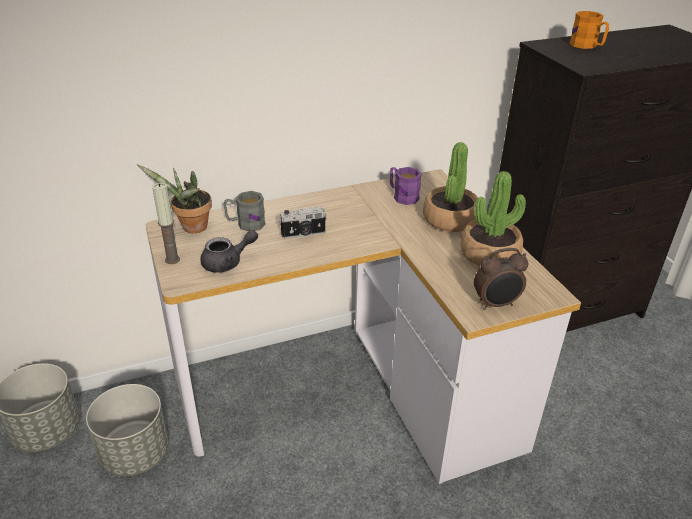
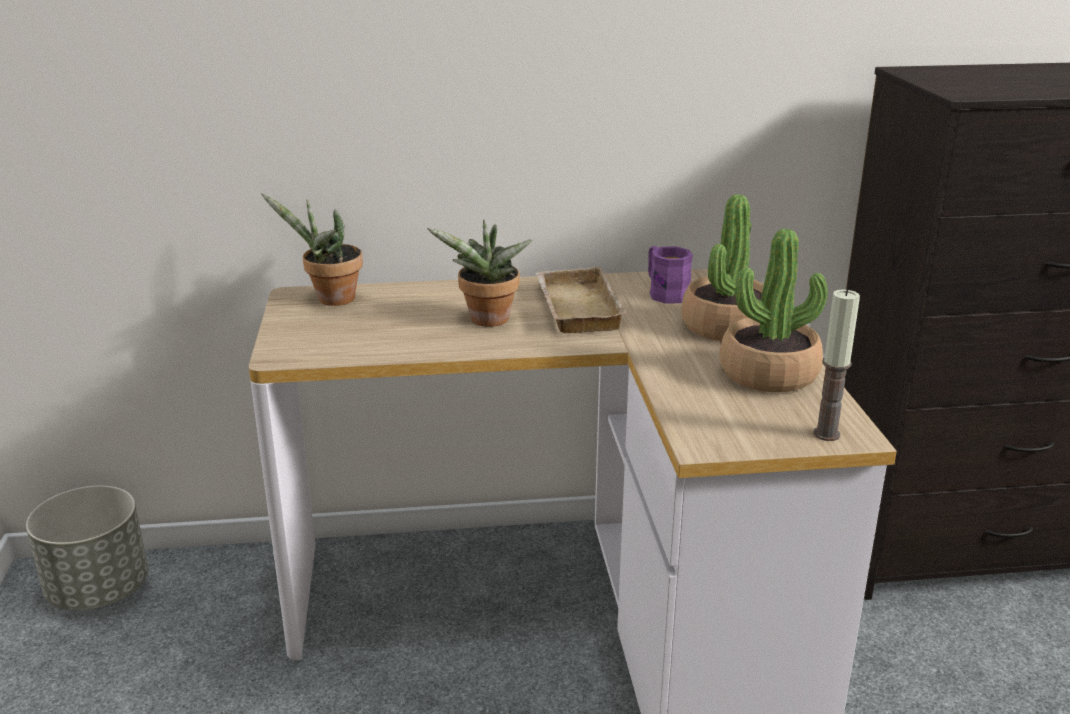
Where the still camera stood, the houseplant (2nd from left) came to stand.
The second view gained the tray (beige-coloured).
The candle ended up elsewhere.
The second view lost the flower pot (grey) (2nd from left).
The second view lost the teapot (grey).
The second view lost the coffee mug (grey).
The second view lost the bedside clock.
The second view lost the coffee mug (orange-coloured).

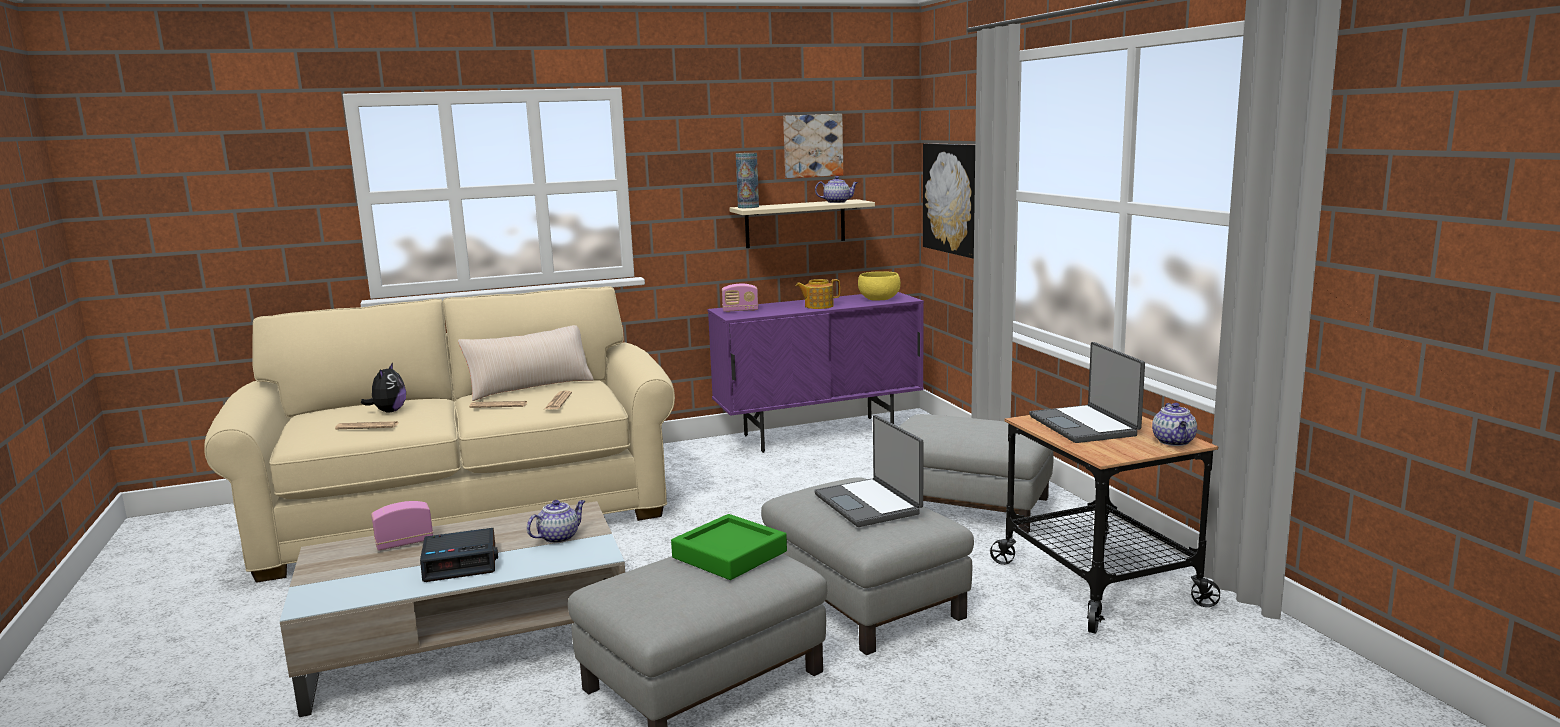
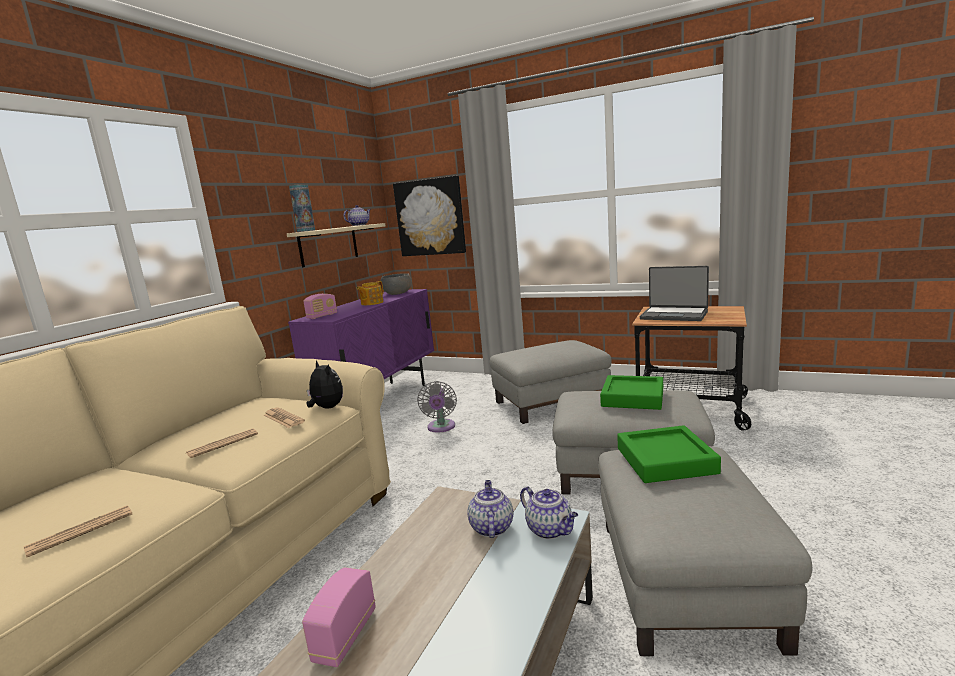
The cuddly toy ended up elsewhere.
What was the bowl (yellow) turned into the bowl (grey).
The second view gained the electric fan (grey).
The teapot (4th from left) ended up elsewhere.
Where the laptop (1st from left) stood, the tray (greenish) (1st from left) came to stand.
The second view lost the bedside clock.
The second view lost the cushion (beige-coloured).
The second view lost the picture (1st from left).

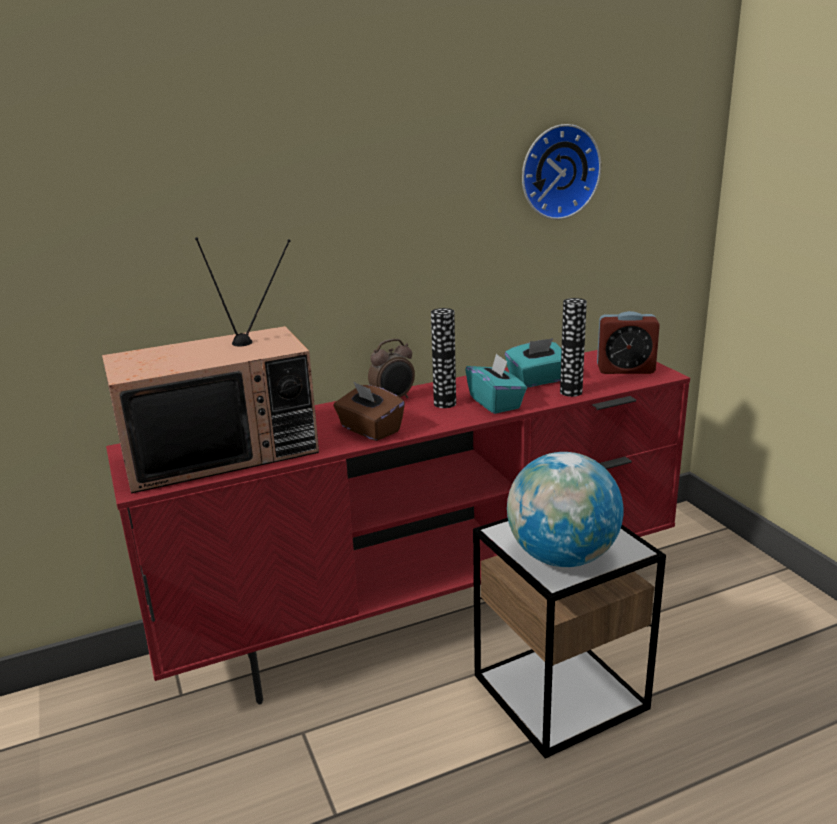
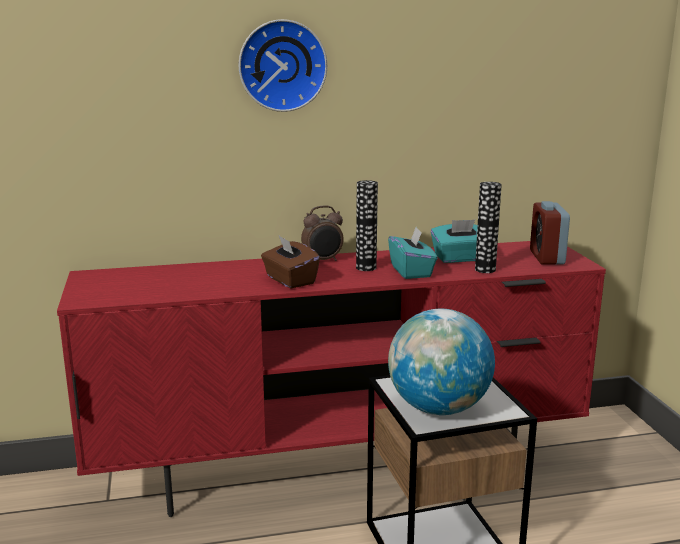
The wall clock ended up elsewhere.
The bedside clock (2nd from left) ended up facing another way, 75 degrees clockwise from before.
The second view lost the TV.

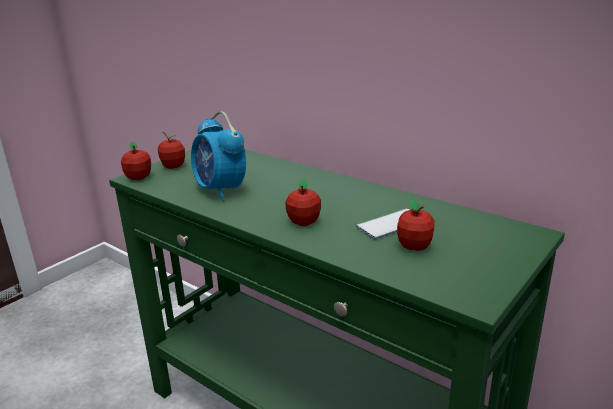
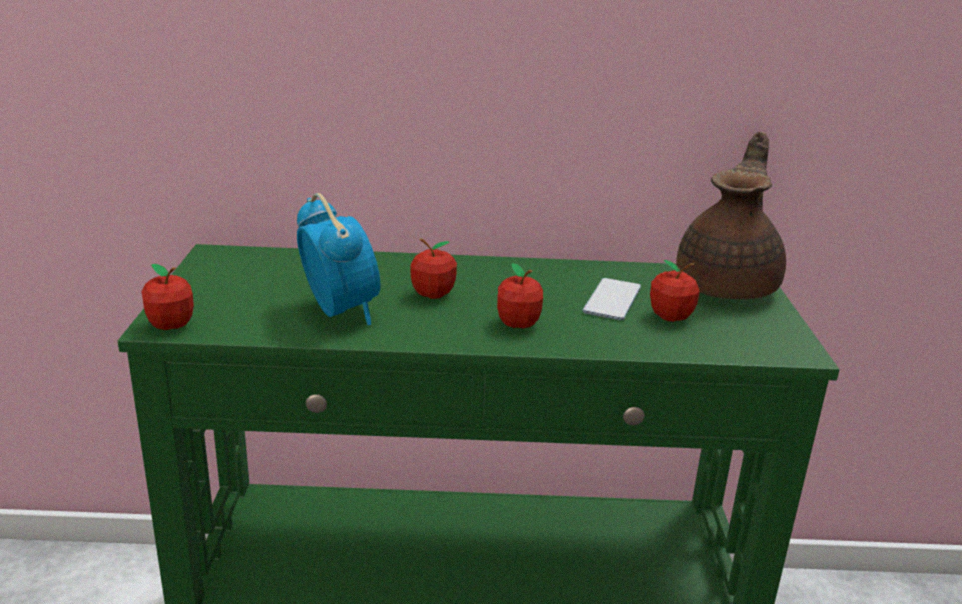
The bedside clock ended up facing another way, 135 degrees counterclockwise from before.
The apple (2nd from left) ended up elsewhere.
The second view gained the teapot (brownish).

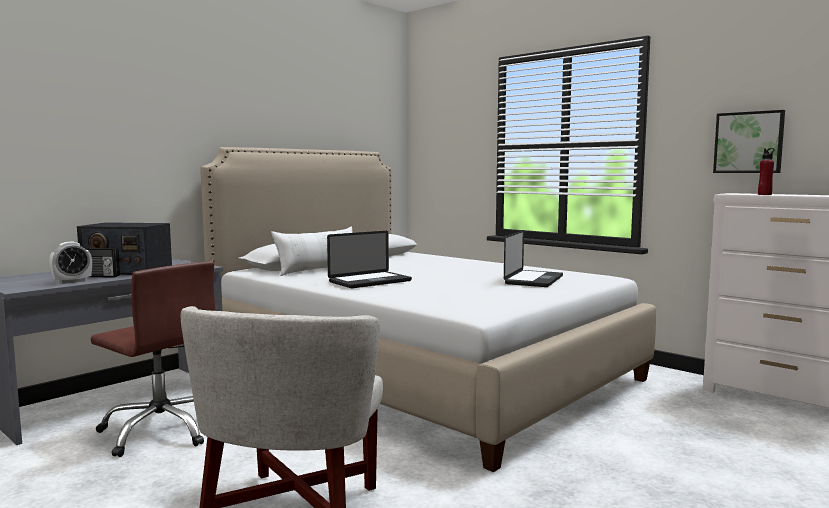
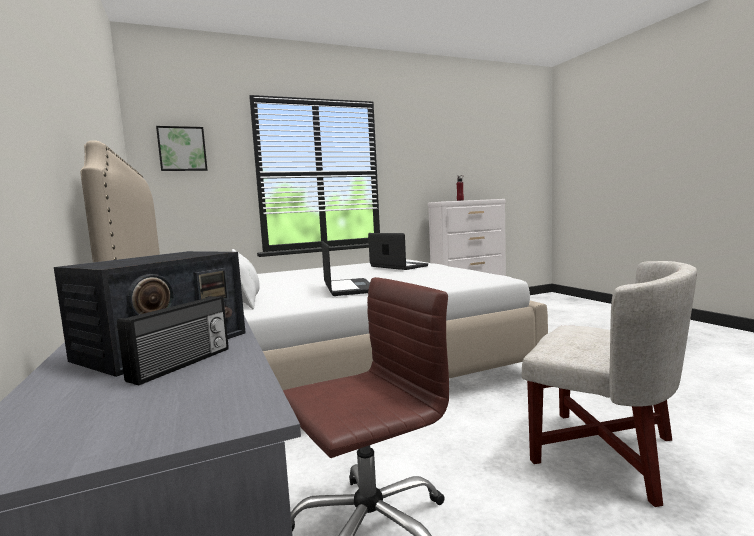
The picture ended up elsewhere.
The second view lost the bedside clock.

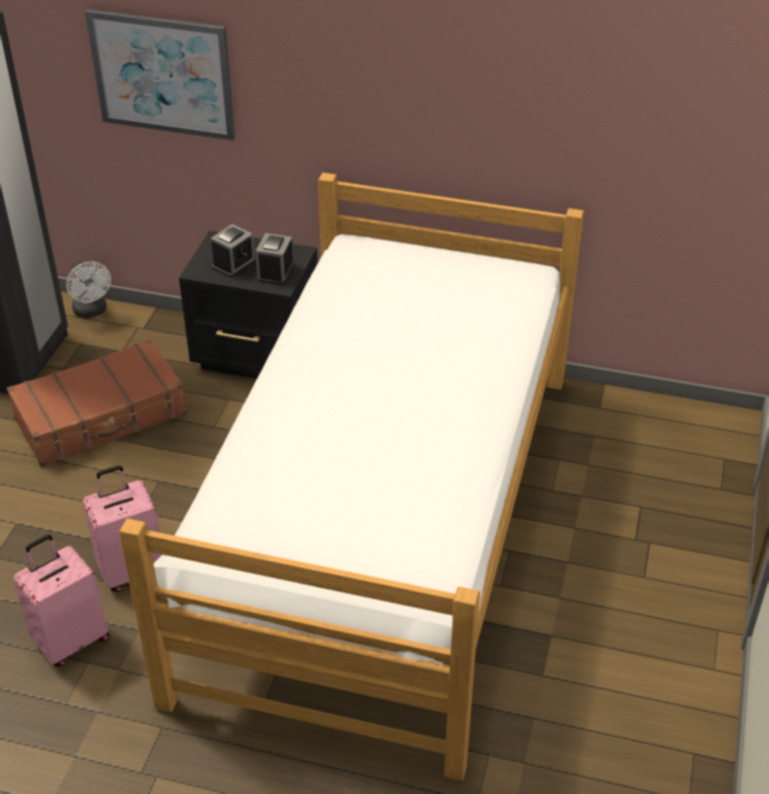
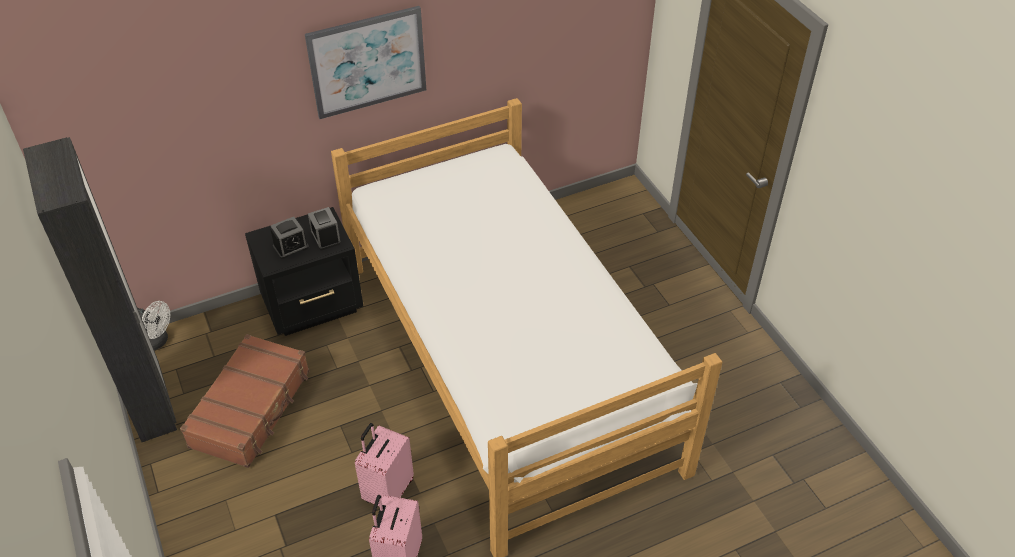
The bedside clock (1st from left) ended up facing another way, 60 degrees clockwise from before.
The picture ended up elsewhere.

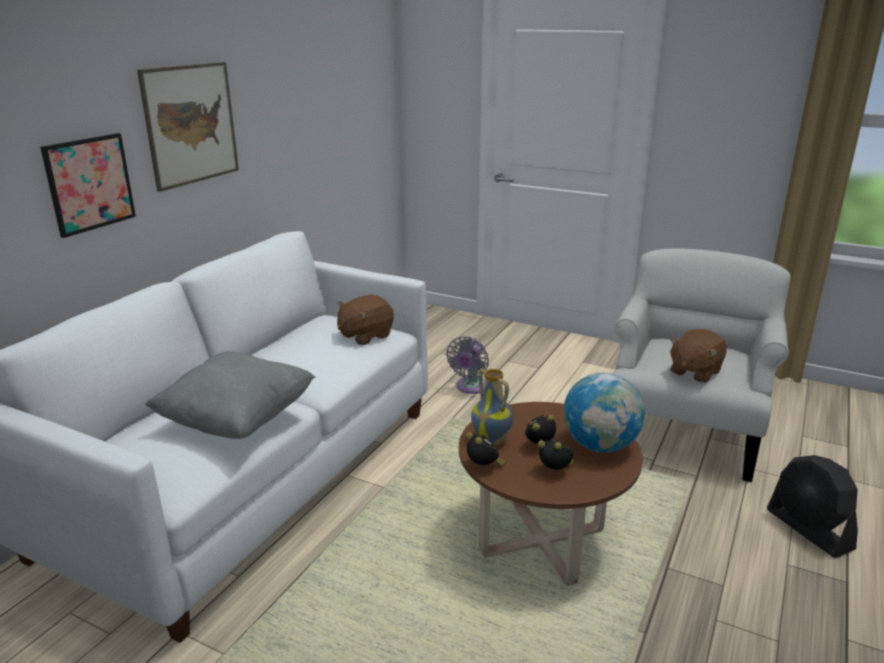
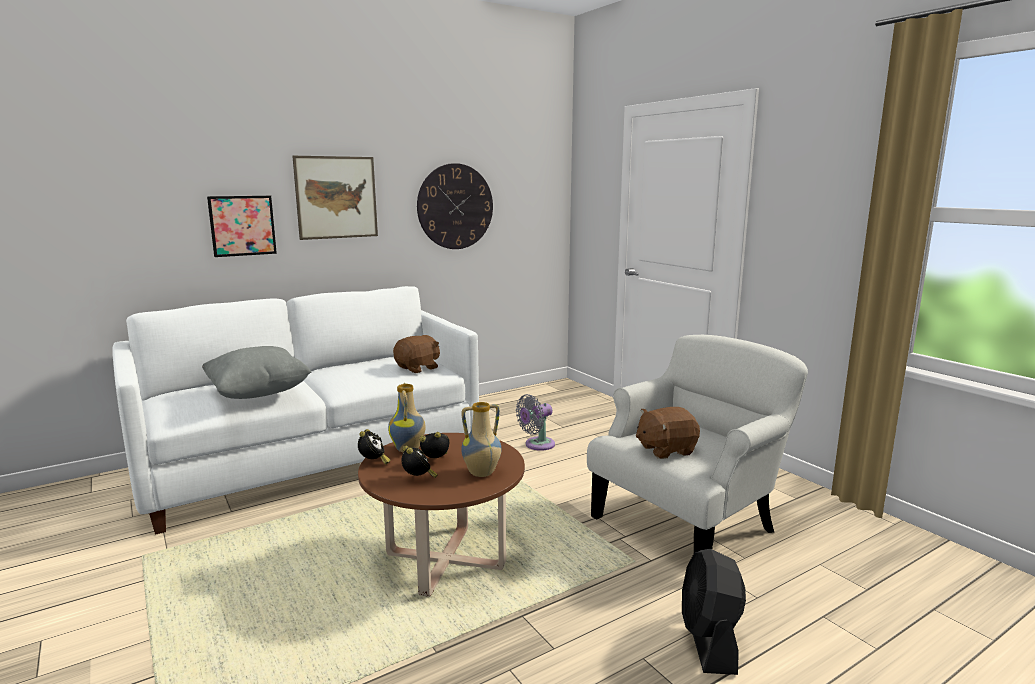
The cuddly toy (brownish) (1st from left) ended up facing another way, 150 degrees clockwise from before.
The second view gained the wall clock.
Where the desk globe stood, the decorative vase (2nd from left) came to stand.

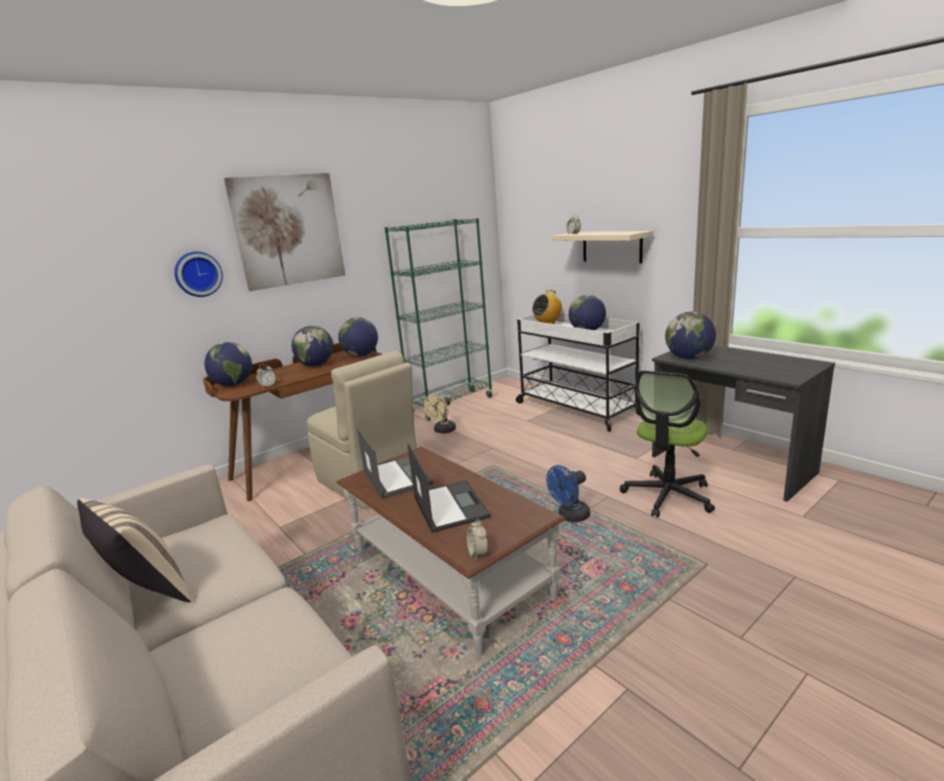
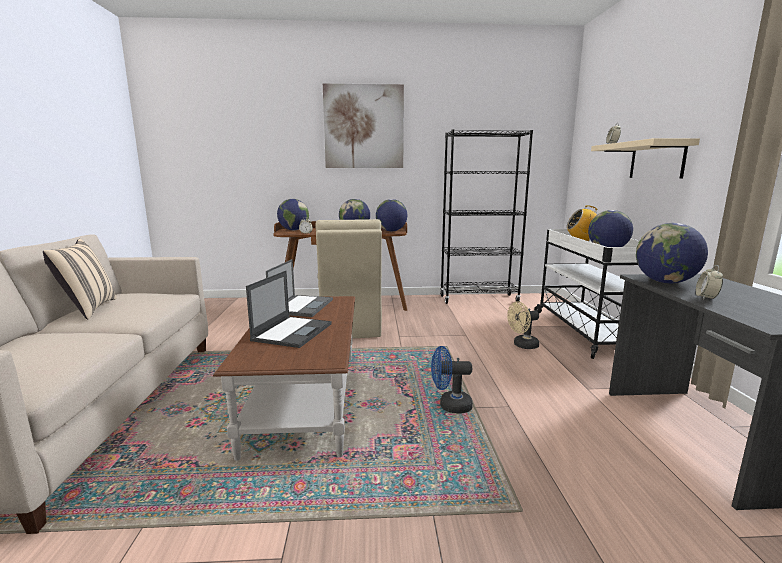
What was the shelving unit (greenish) turned into the shelving unit (blackish).
The electric fan (beige-coloured) ended up elsewhere.
The bedside clock (2nd from left in the first image) ended up elsewhere.
The second view lost the wall clock.
The second view lost the office chair.

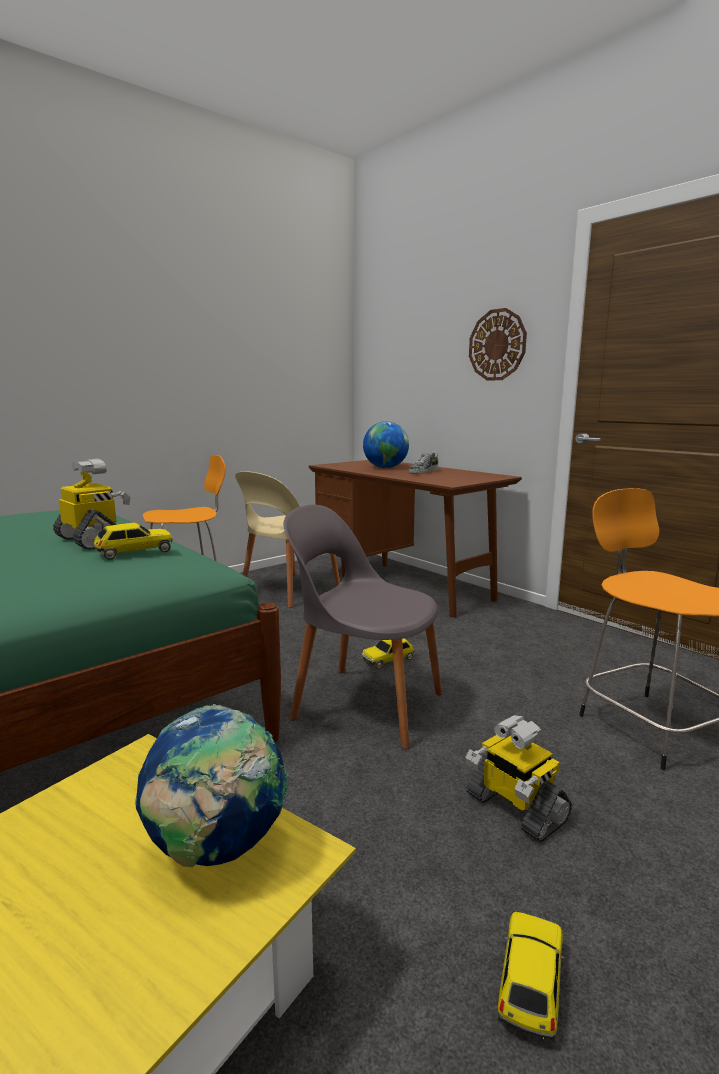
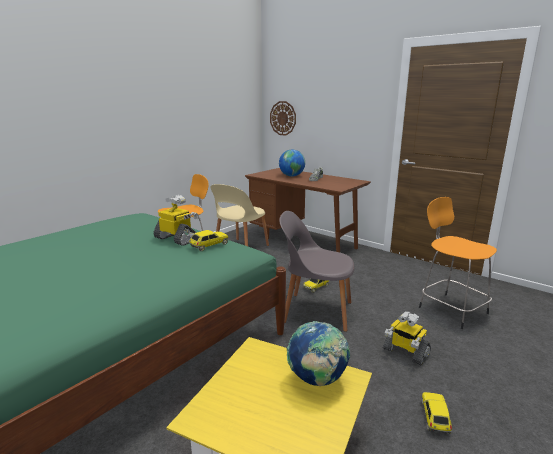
The wall clock ended up elsewhere.

